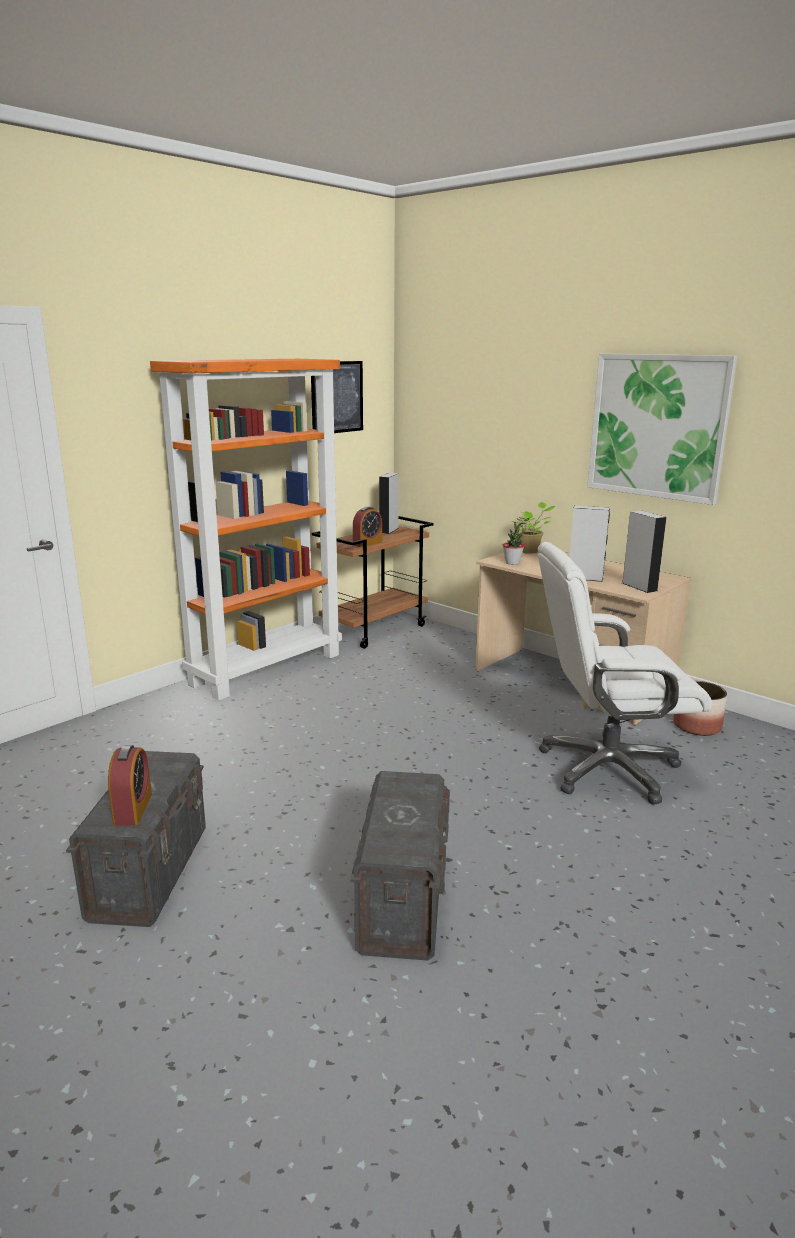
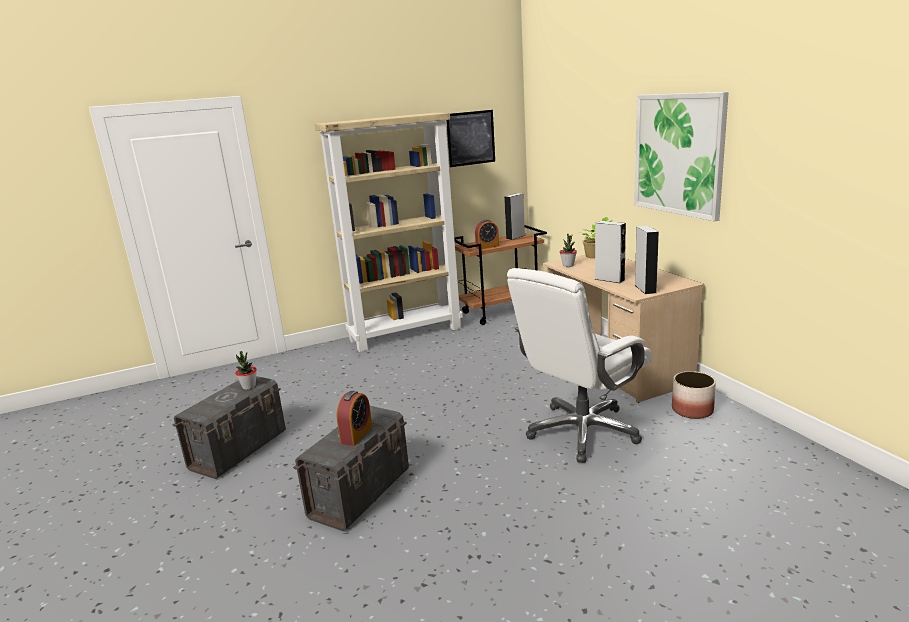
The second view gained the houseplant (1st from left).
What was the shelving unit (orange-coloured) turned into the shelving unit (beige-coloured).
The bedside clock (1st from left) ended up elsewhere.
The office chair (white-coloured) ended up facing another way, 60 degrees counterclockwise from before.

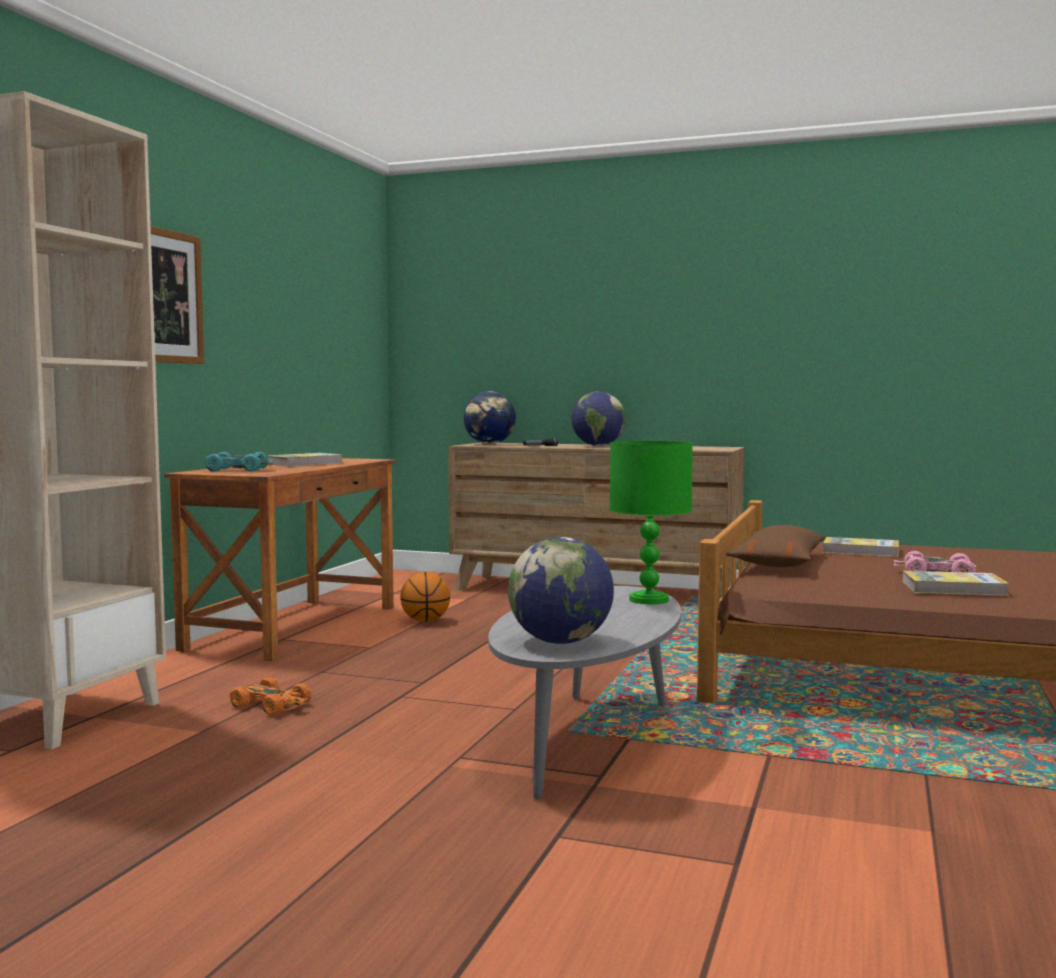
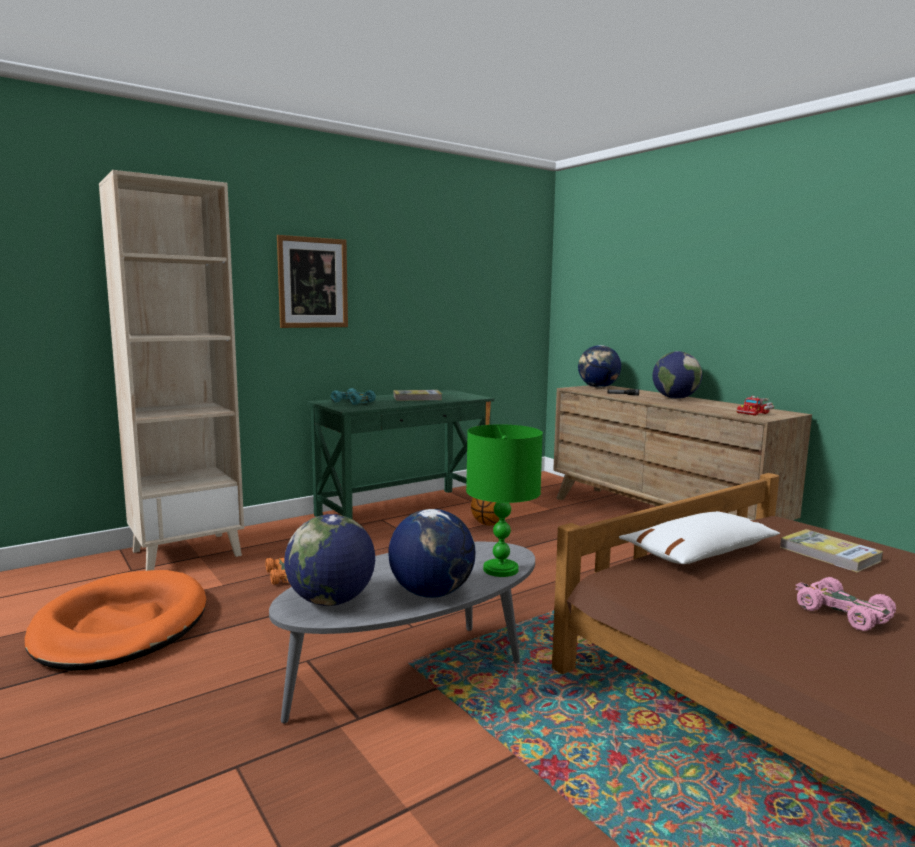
The second view gained the dog bed (orange-coloured).
What was the desk (brownish) turned into the desk (greenish).
The second view gained the desk globe (2nd from left).
What was the cushion (brownish) turned into the cushion (white-coloured).
The second view gained the model truck.
The second view lost the bound book (3rd from left).

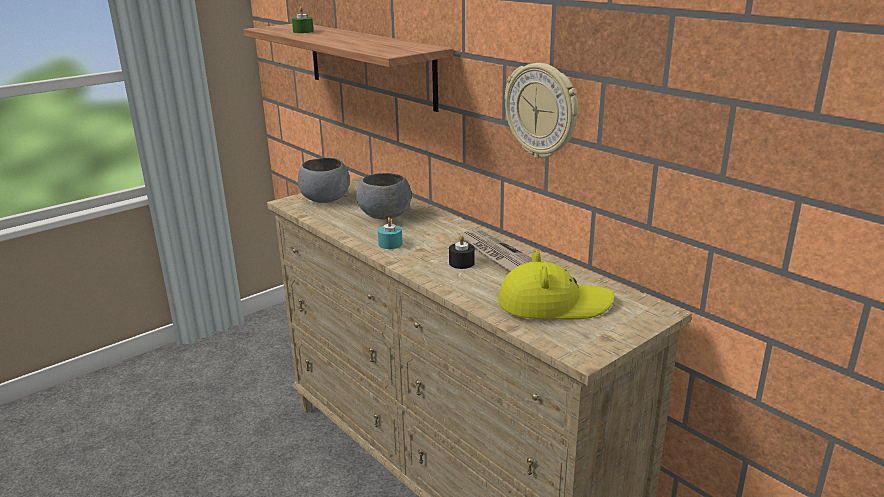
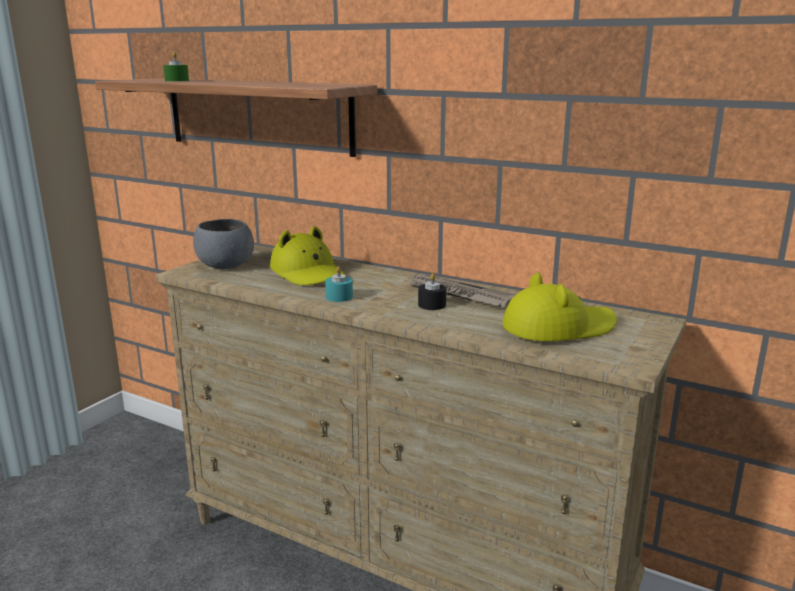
Where the bowl (grey) (2nd from left) stood, the wearable hat (yellow) (1st from left) came to stand.
The second view lost the wall clock.

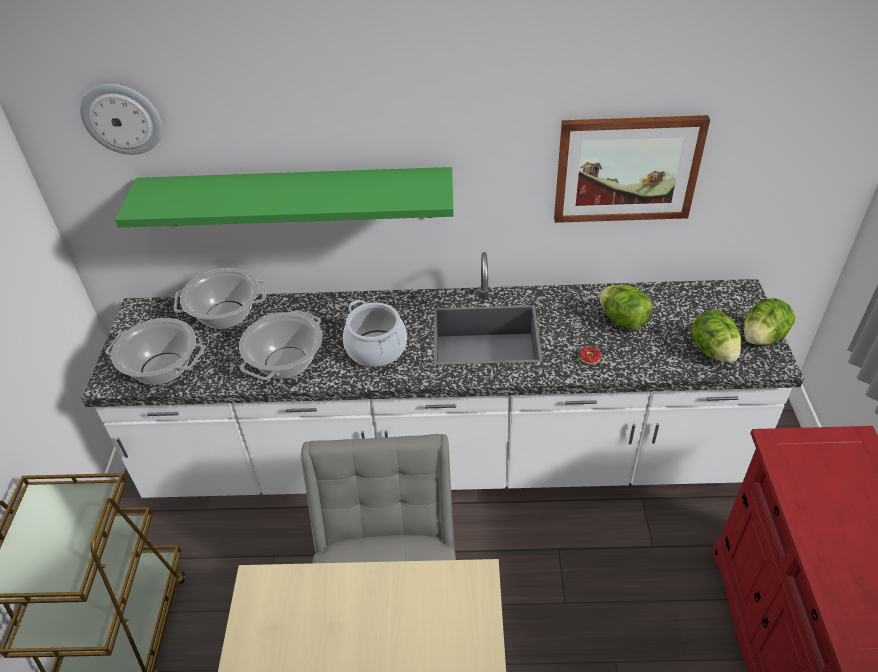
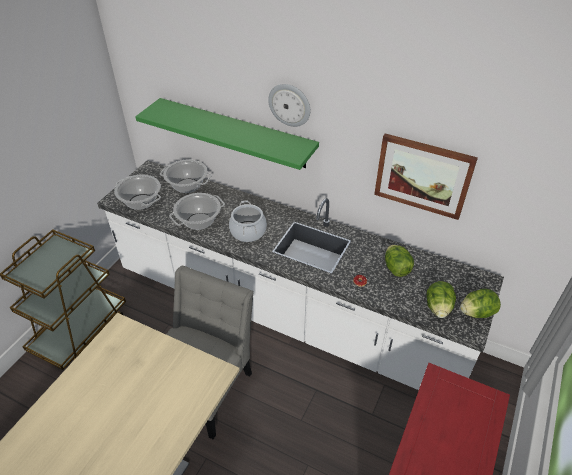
The wall clock ended up elsewhere.

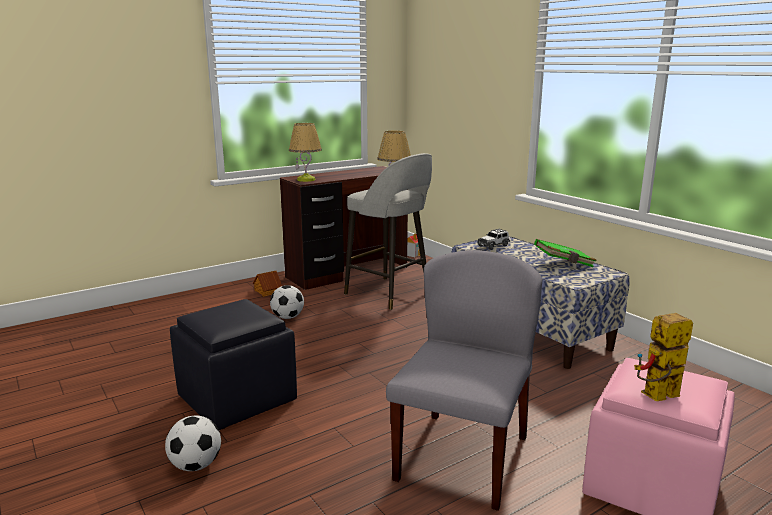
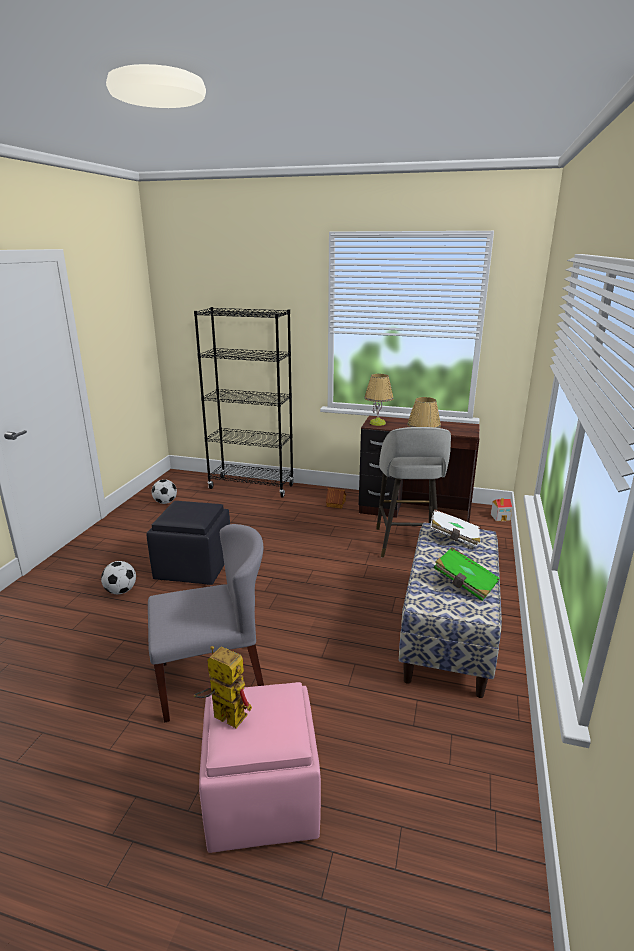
The football ball (2nd from left) ended up elsewhere.
The second view gained the shelving unit (blackish).
Where the model car stood, the bound book (white-coloured) came to stand.

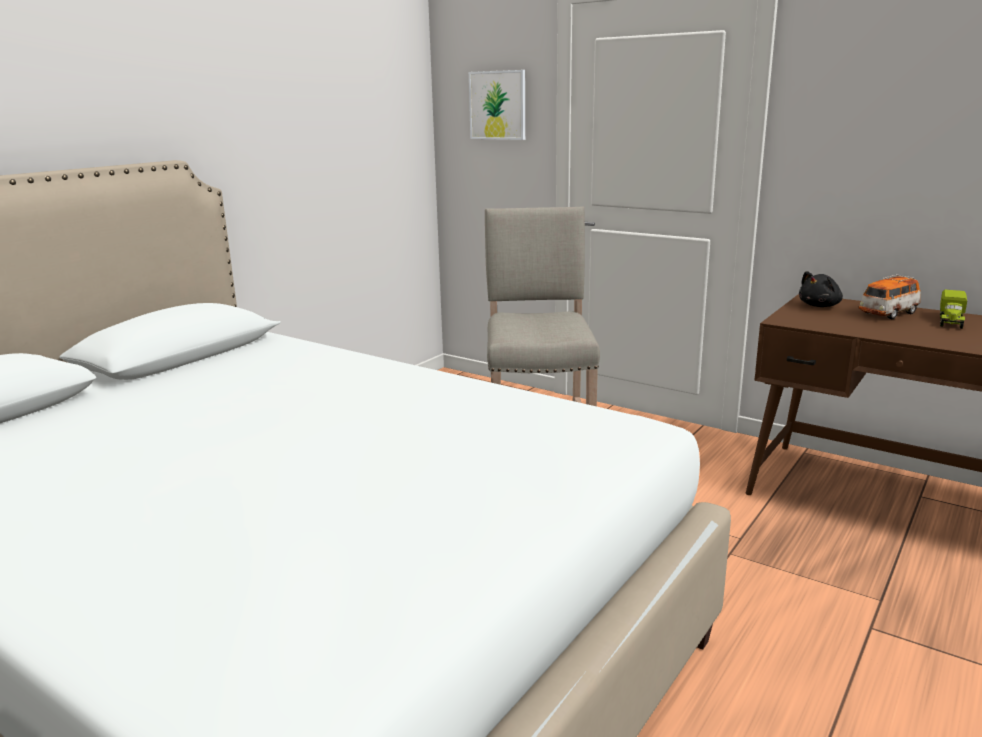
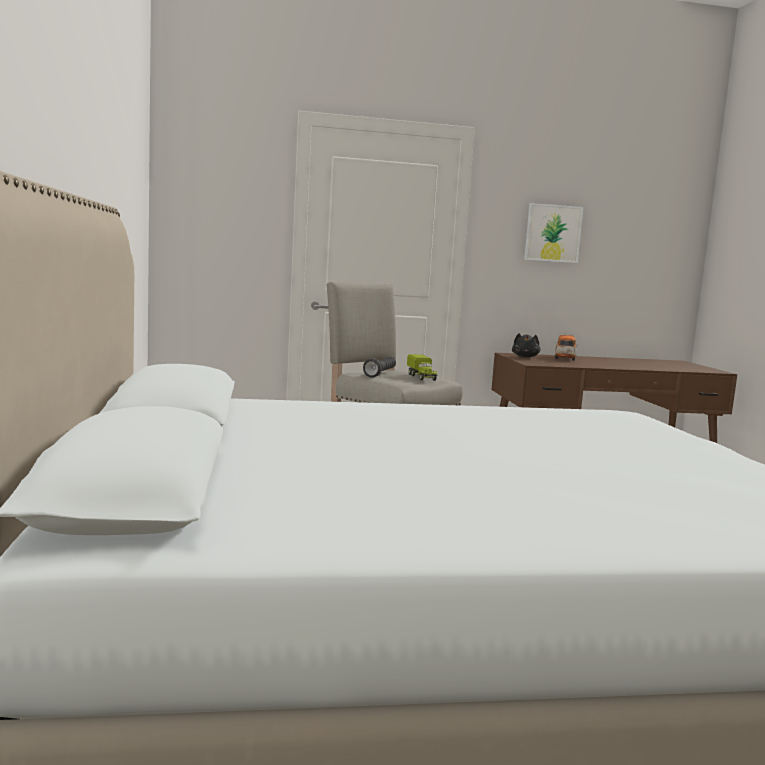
The second view gained the torch (blackish).
The model truck ended up elsewhere.
The picture ended up elsewhere.

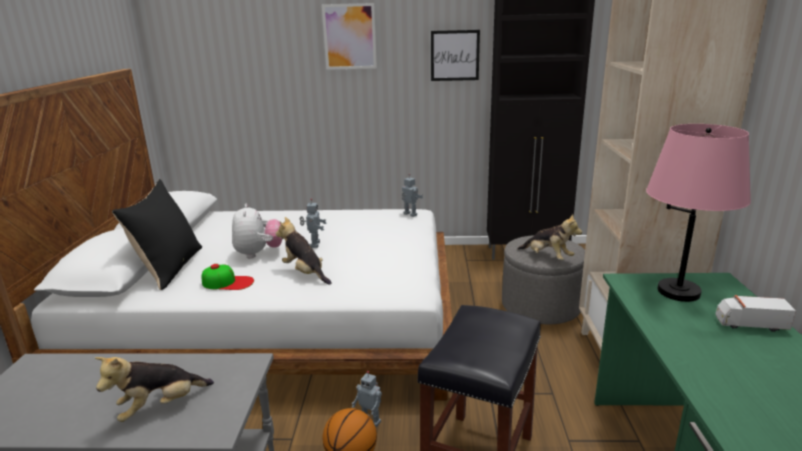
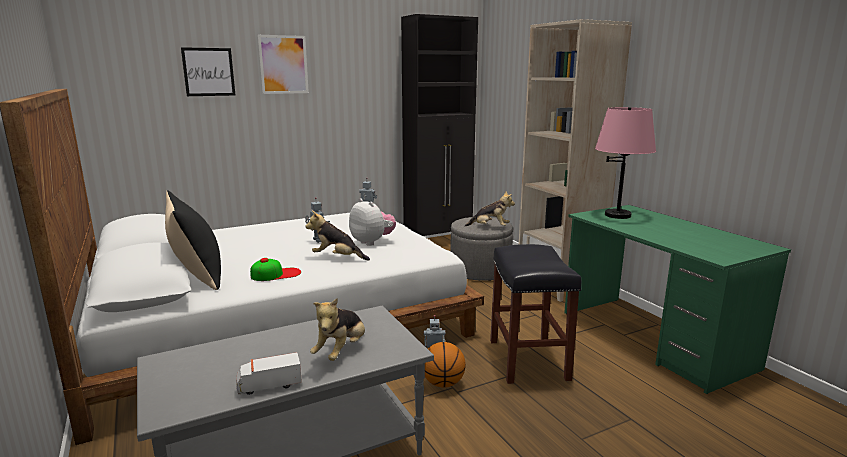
The picture (2nd from left in the first image) ended up elsewhere.
The model truck ended up elsewhere.
The cuddly toy (2nd from left in the first image) ended up elsewhere.

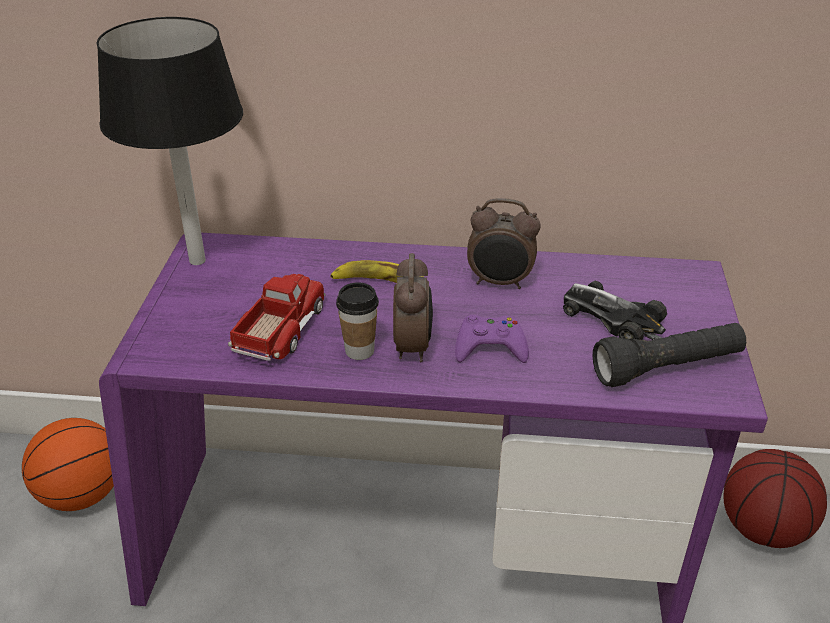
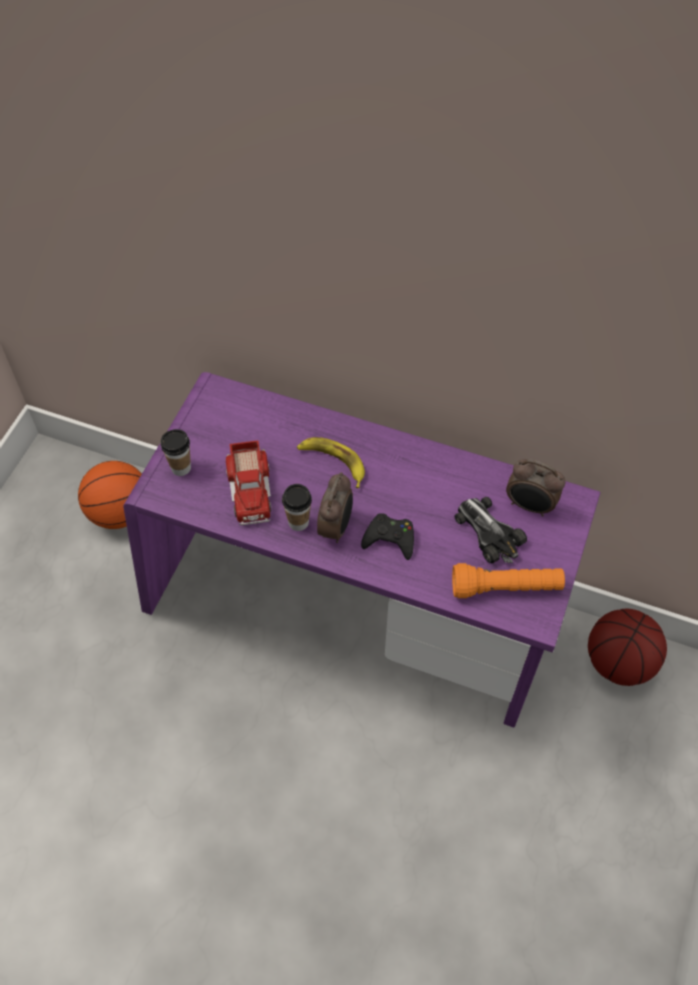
The second view gained the drinking cup (1st from left).
The model truck ended up facing another way, 135 degrees clockwise from before.
What was the gamepad (purplish) turned into the gamepad (blackish).
What was the torch (blackish) turned into the torch (orange-coloured).
The bedside clock (2nd from left) ended up elsewhere.
The second view lost the tabletop lamp (blackish).

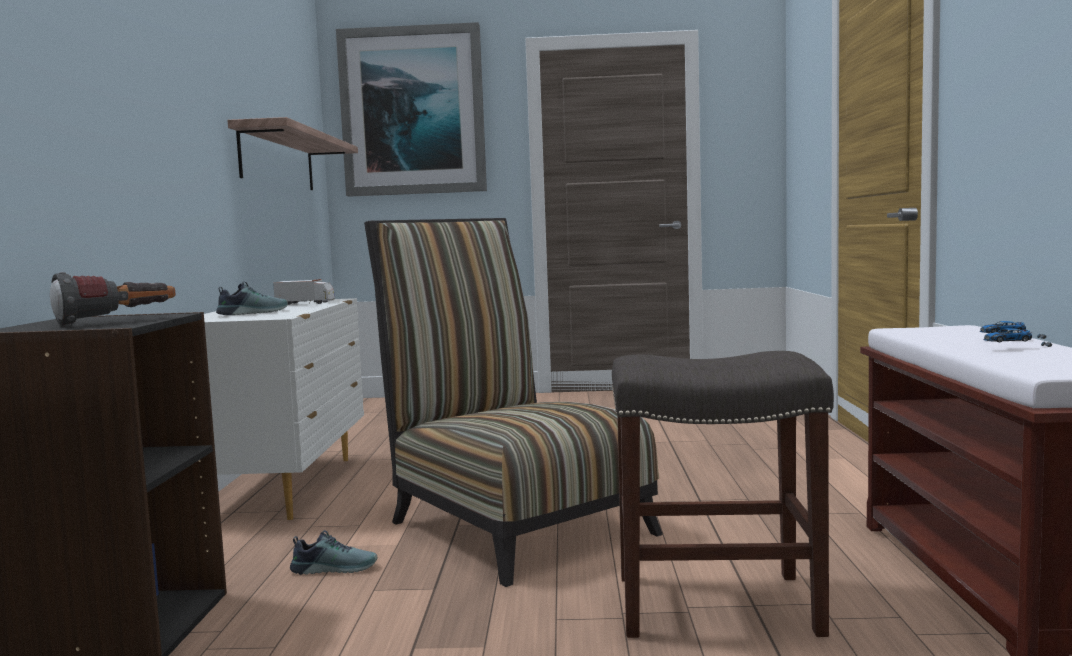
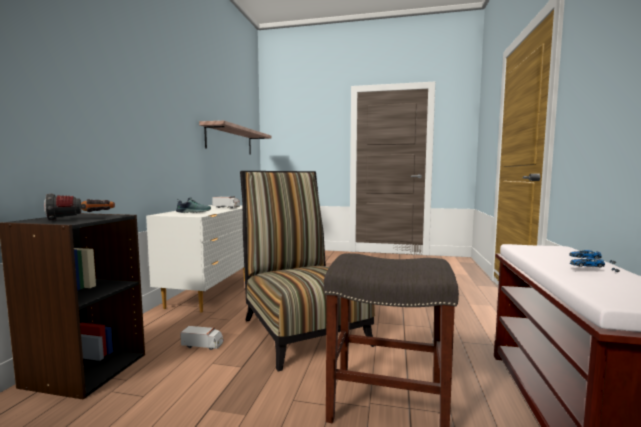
Where the shoe (2nd from left) stood, the model truck (1st from left) came to stand.
The second view lost the picture.

